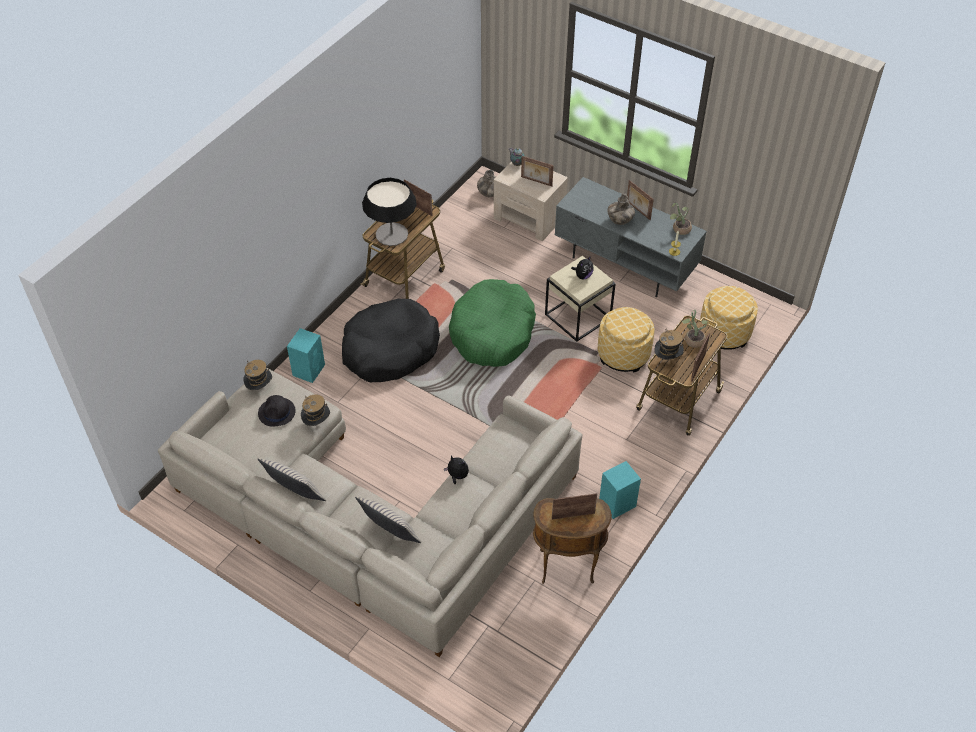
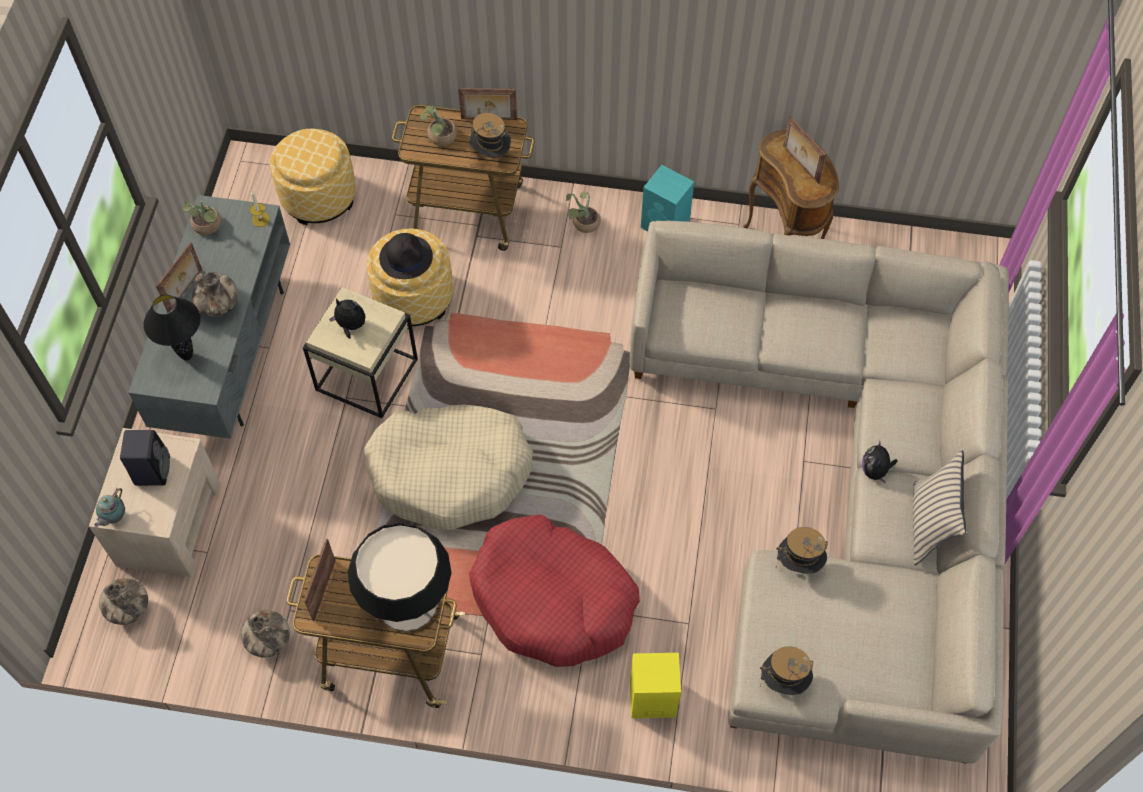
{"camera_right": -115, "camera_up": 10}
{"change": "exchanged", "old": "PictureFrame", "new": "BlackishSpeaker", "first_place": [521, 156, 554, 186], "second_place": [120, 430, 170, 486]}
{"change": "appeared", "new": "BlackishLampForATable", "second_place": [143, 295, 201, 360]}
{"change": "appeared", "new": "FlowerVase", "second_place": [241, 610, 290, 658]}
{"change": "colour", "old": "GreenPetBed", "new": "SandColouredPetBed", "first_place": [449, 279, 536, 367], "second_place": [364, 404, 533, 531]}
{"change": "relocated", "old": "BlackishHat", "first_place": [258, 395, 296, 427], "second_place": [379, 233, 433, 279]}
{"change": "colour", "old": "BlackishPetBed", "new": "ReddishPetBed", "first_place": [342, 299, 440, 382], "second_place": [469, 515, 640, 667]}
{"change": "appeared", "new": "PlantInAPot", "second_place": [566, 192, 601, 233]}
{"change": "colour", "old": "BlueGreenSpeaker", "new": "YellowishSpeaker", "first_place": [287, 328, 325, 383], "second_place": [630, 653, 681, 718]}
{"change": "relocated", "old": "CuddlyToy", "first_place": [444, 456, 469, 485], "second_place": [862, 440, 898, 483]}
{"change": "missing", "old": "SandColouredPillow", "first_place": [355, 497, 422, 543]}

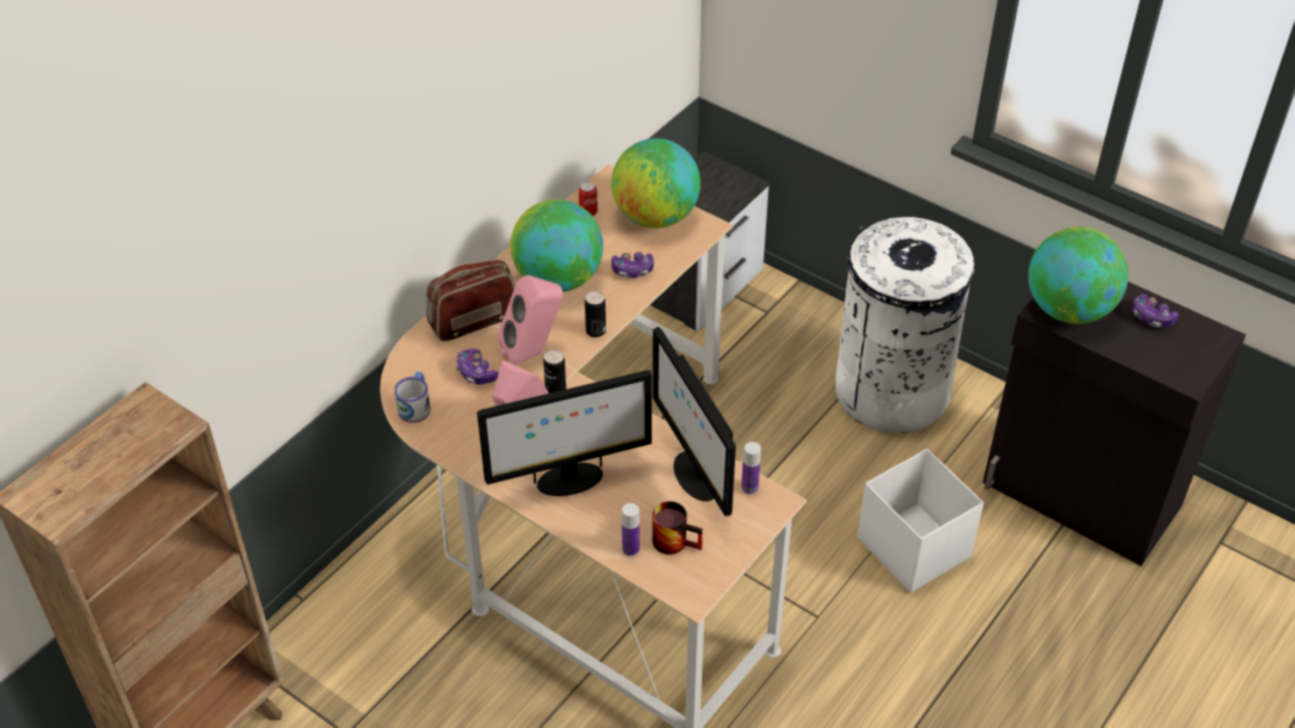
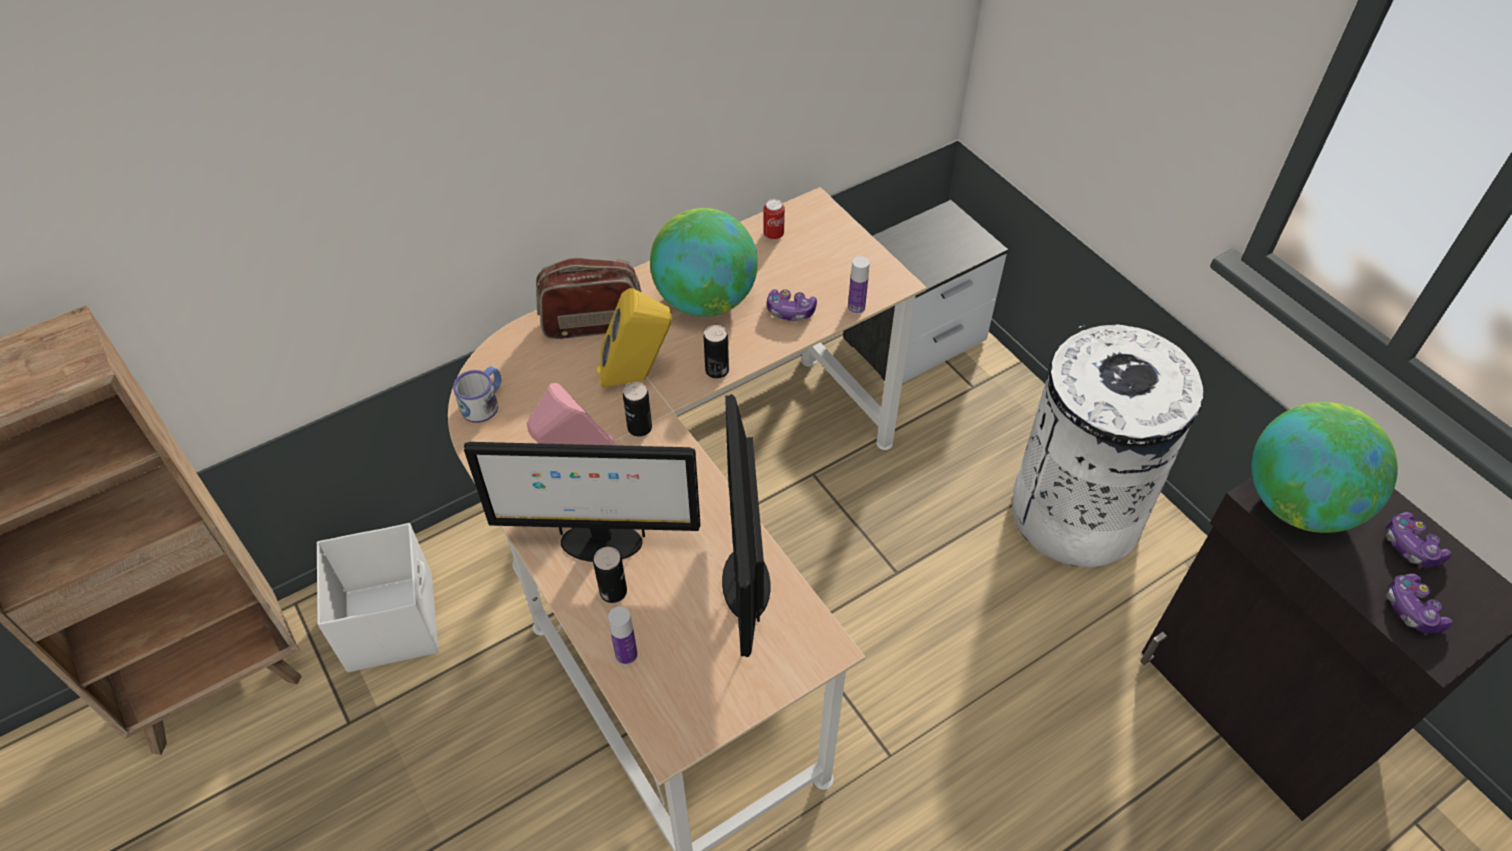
{"camera_right": 20, "camera_up": 5}
{"change": "relocated", "old": "WhitishStorageBin", "first_place": [857, 449, 984, 593], "second_place": [317, 523, 438, 672]}
{"change": "appeared", "new": "MetalCan", "second_place": [593, 547, 627, 603]}
{"change": "colour", "old": "PinkColouredSpeaker", "new": "YellowishSpeaker", "first_place": [497, 275, 563, 365], "second_place": [597, 288, 672, 388]}
{"change": "relocated", "old": "DrinkBottle", "first_place": [741, 442, 761, 495], "second_place": [848, 256, 870, 314]}
{"change": "relocated", "old": "GameController", "first_place": [456, 348, 499, 385], "second_place": [1387, 574, 1452, 633]}
{"change": "missing", "old": "DeskGlobe", "first_place": [611, 138, 701, 228]}
{"change": "missing", "old": "Mug", "first_place": [652, 501, 703, 555]}

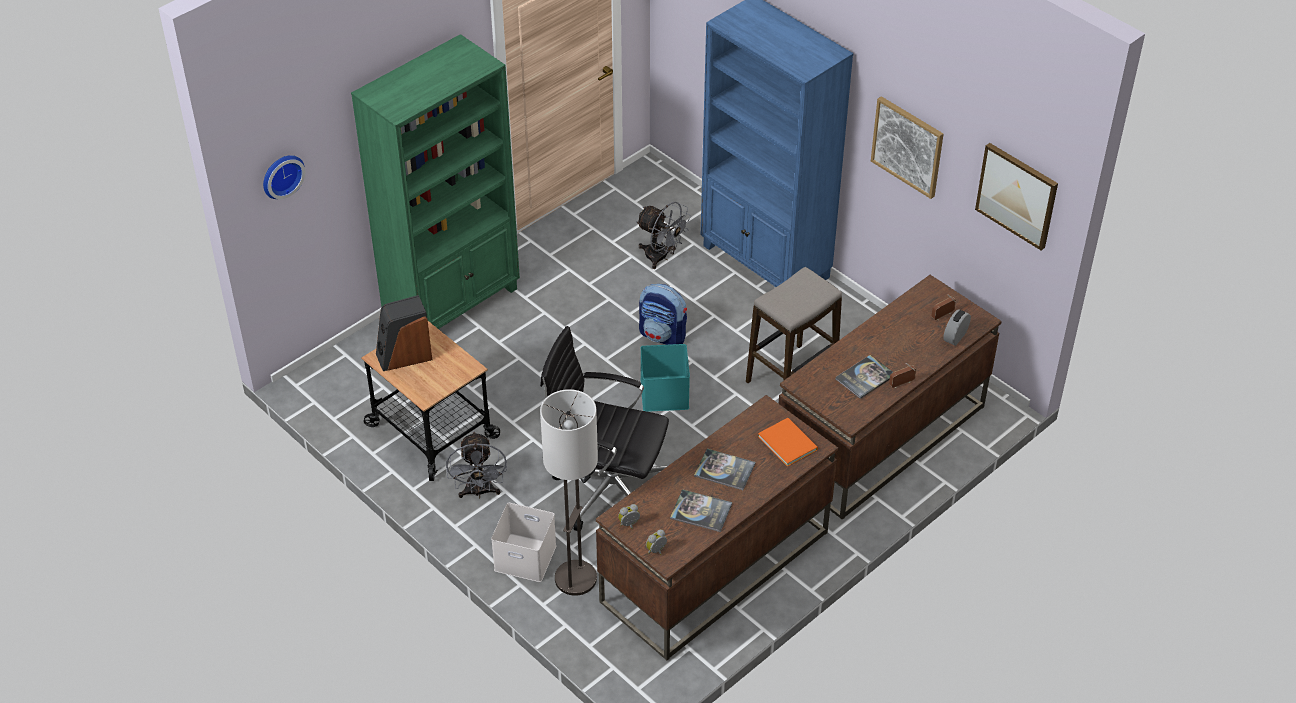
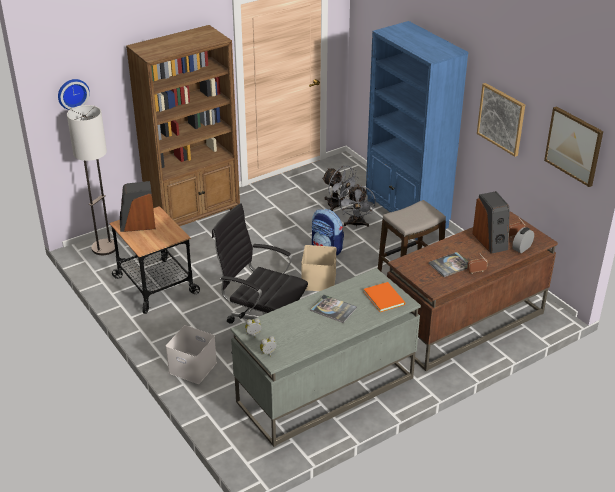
{"camera_right": 10, "camera_up": -10}
{"change": "relocated", "old": "StandingLamp", "first_place": [540, 389, 598, 596], "second_place": [67, 105, 115, 255]}
{"change": "colour", "old": "GreenBookcase", "new": "BrownBookcase", "first_place": [351, 34, 520, 329], "second_place": [126, 25, 240, 226]}
{"change": "colour", "old": "BrownDesk", "new": "GreyDesk", "first_place": [596, 395, 838, 660], "second_place": [231, 268, 421, 447]}
{"change": "colour", "old": "BlueGreenStorageBin", "new": "SandColouredStorageBin", "first_place": [641, 344, 690, 412], "second_place": [301, 245, 337, 291]}
{"change": "relocated", "old": "GreyFan", "first_place": [446, 431, 507, 498], "second_place": [339, 184, 376, 227]}
{"change": "appeared", "new": "Speaker", "second_place": [472, 191, 510, 254]}
{"change": "missing", "old": "BoundBook", "first_place": [670, 489, 732, 532]}

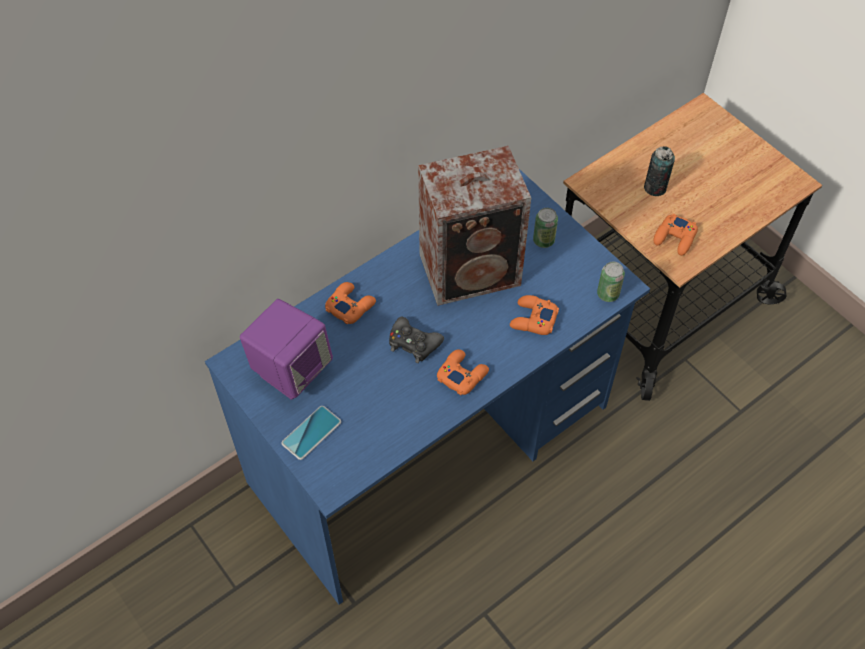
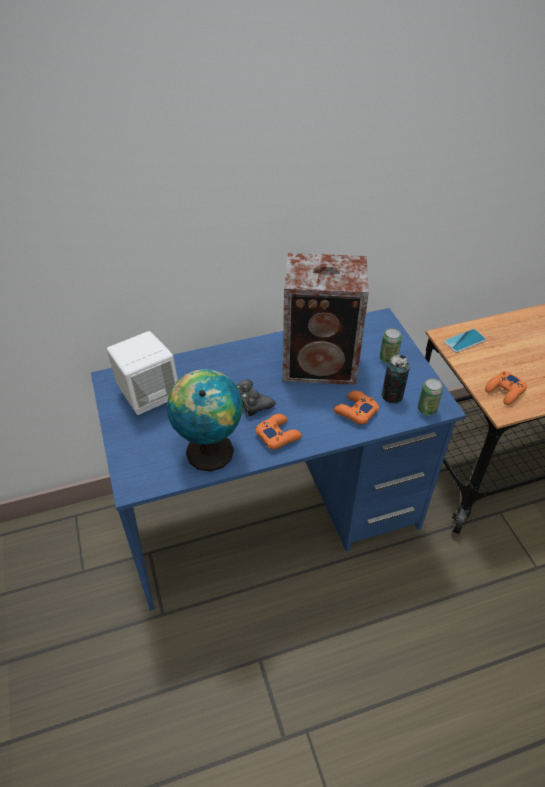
{"camera_right": 20, "camera_up": -10}
{"change": "colour", "old": "PurplishSpeaker", "new": "WhitishSpeaker", "first_place": [240, 299, 333, 400], "second_place": [107, 331, 178, 415]}
{"change": "appeared", "new": "DeskGlobe", "second_place": [167, 369, 243, 472]}
{"change": "relocated", "old": "MetalCan", "first_place": [644, 146, 675, 196], "second_place": [382, 355, 410, 403]}
{"change": "relocated", "old": "Phone", "first_place": [282, 406, 341, 460], "second_place": [444, 329, 486, 353]}
{"change": "missing", "old": "OrangeGameController", "first_place": [325, 282, 376, 324]}

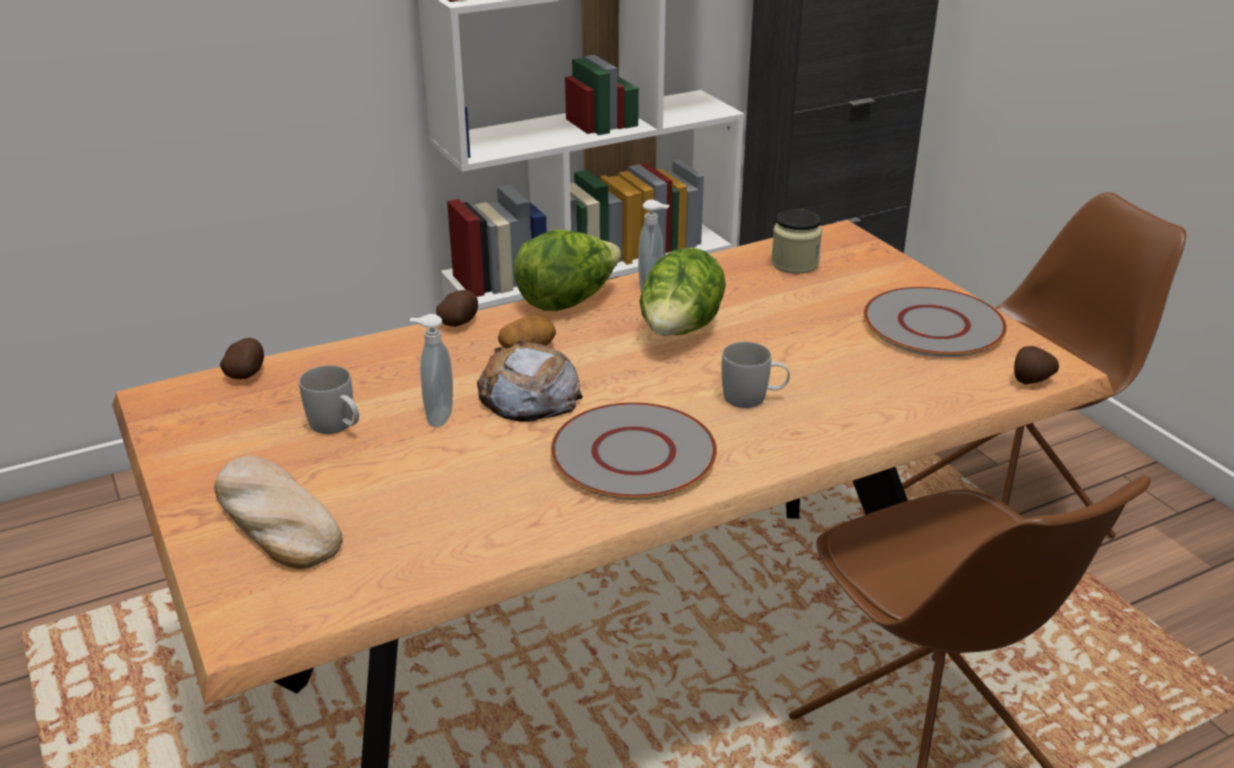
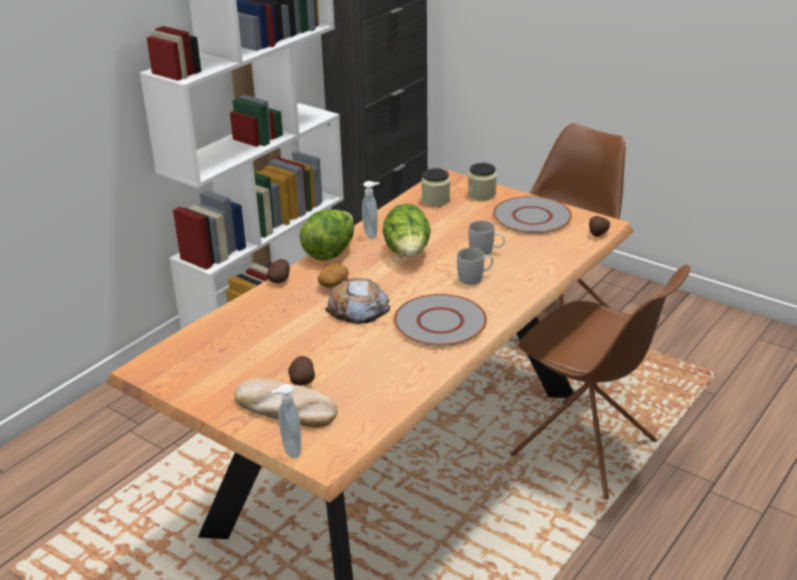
{"camera_right": -25, "camera_up": 0}
{"change": "relocated", "old": "SoapBottle", "first_place": [410, 314, 453, 427], "second_place": [272, 384, 301, 459]}
{"change": "relocated", "old": "WholePotato", "first_place": [220, 338, 264, 379], "second_place": [288, 356, 315, 386]}
{"change": "appeared", "new": "PreserveJar", "second_place": [468, 163, 497, 201]}
{"change": "relocated", "old": "WhitishMug", "first_place": [299, 365, 359, 434], "second_place": [468, 221, 505, 255]}

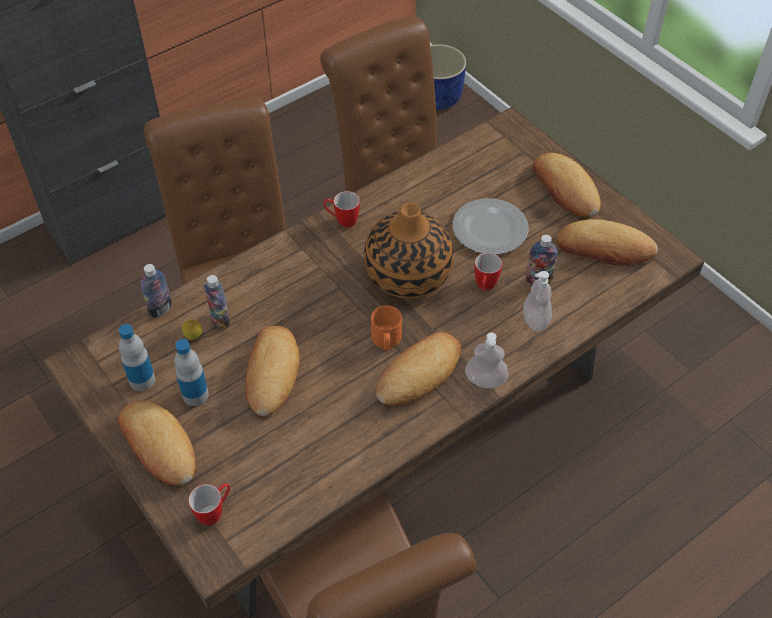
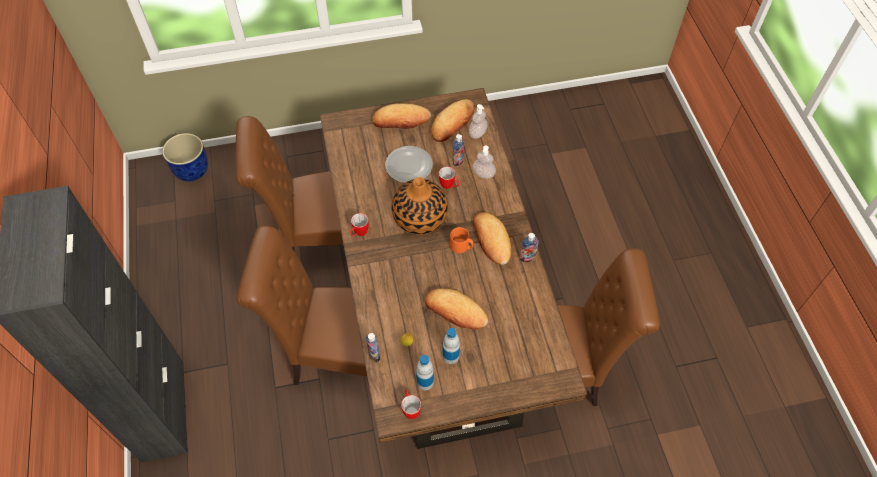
{"camera_right": -65, "camera_up": 5}
{"change": "relocated", "old": "Mug", "first_place": [188, 483, 230, 525], "second_place": [401, 390, 421, 419]}
{"change": "relocated", "old": "SoapBottle", "first_place": [465, 332, 508, 388], "second_place": [469, 104, 488, 139]}
{"change": "relocated", "old": "DrinkBottle", "first_place": [204, 275, 230, 329], "second_place": [520, 233, 539, 262]}
{"change": "missing", "old": "BakeryBread", "first_place": [118, 400, 196, 486]}

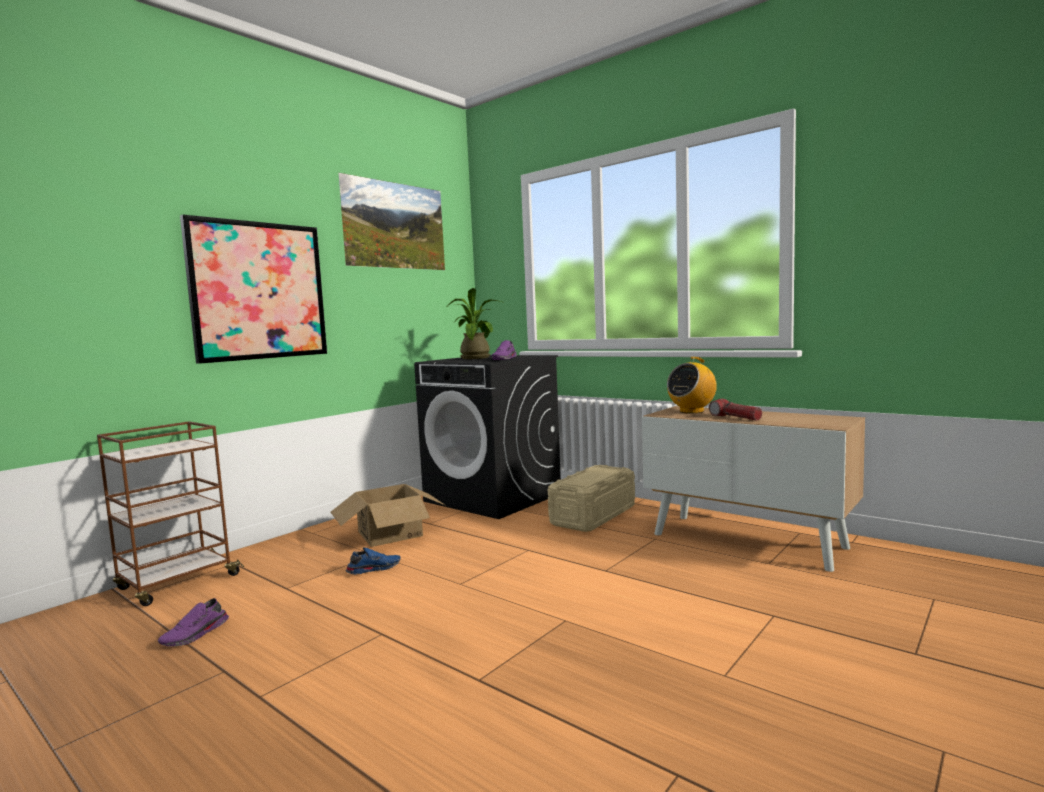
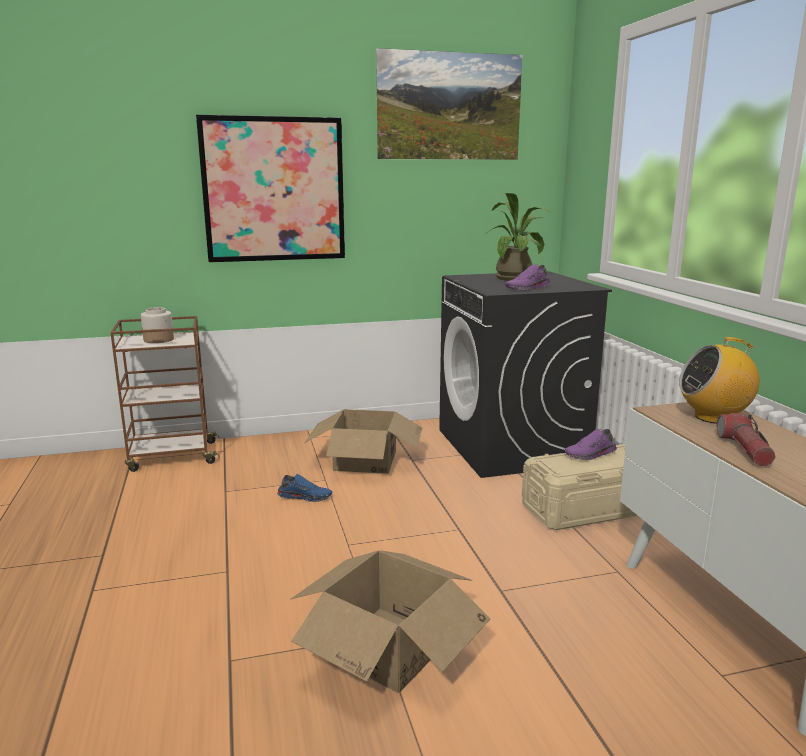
{"camera_right": 35, "camera_up": 10}
{"change": "appeared", "new": "PreserveJar", "second_place": [141, 307, 174, 343]}
{"change": "appeared", "new": "PackingBox", "second_place": [291, 550, 490, 693]}
{"change": "relocated", "old": "PurplishItemOfFootwear", "first_place": [158, 598, 229, 646], "second_place": [565, 429, 617, 460]}

